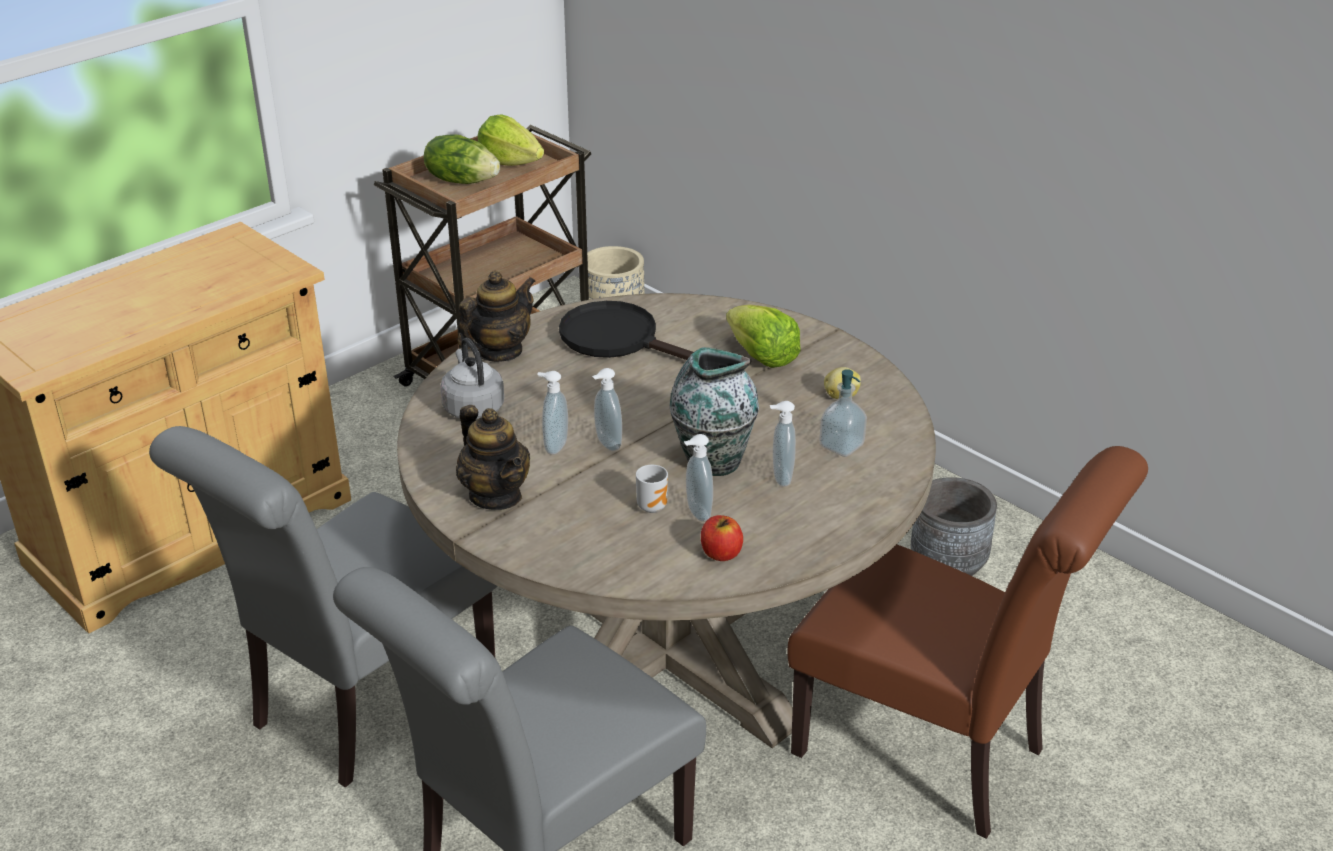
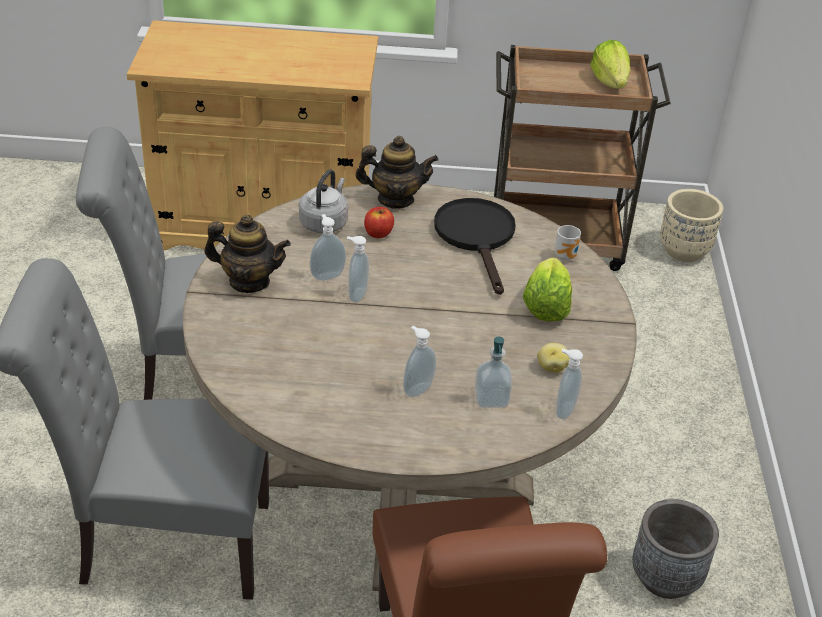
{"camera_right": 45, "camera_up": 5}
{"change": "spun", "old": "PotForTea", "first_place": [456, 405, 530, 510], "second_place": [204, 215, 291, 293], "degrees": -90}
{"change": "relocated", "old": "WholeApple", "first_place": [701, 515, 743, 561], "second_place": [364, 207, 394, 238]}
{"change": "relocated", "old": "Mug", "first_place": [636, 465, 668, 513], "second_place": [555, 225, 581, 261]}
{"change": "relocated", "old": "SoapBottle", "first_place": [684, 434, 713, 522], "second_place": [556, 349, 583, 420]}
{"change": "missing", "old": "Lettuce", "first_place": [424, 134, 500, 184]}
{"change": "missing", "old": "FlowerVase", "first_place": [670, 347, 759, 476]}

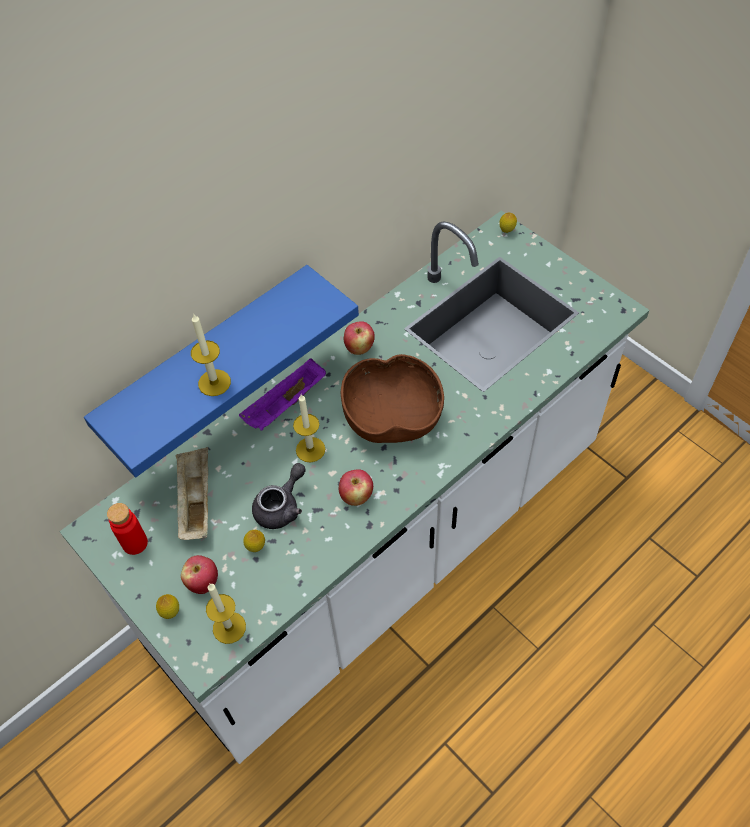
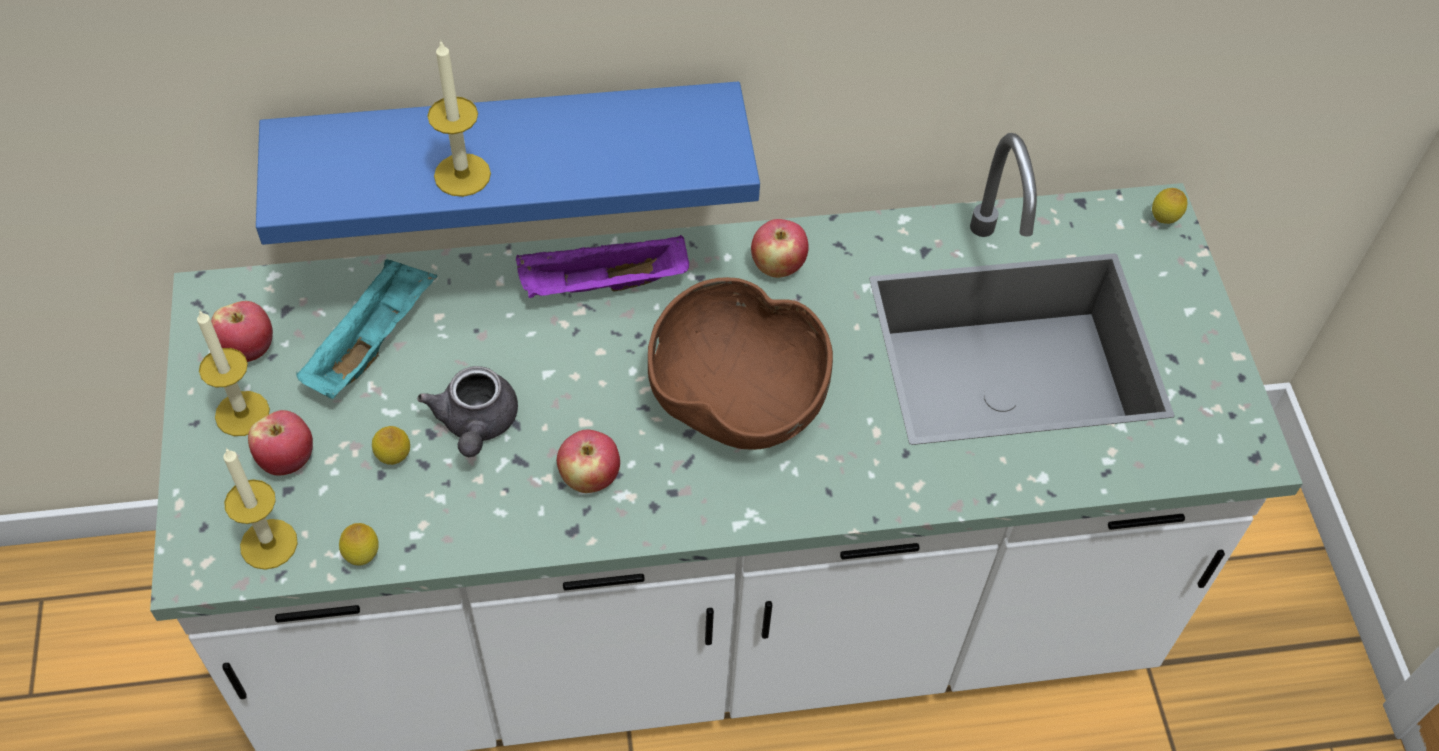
{"camera_right": 30, "camera_up": 0}
{"change": "relocated", "old": "WaxCandle", "first_place": [293, 394, 325, 462], "second_place": [197, 309, 270, 436]}
{"change": "exchanged", "old": "ReddishDrinkBottle", "new": "WholeApple", "first_place": [107, 503, 148, 555], "second_place": [211, 301, 273, 362]}
{"change": "colour", "old": "SandColouredCarryingTray", "new": "BlueGreenCarryingTray", "first_place": [176, 447, 208, 540], "second_place": [296, 259, 437, 399]}
{"change": "relocated", "old": "CitrusFruit", "first_place": [156, 594, 179, 619], "second_place": [339, 523, 379, 566]}
{"change": "spun", "old": "GreyPotForTea", "first_place": [252, 463, 306, 529], "second_place": [417, 366, 518, 457], "degrees": 105}

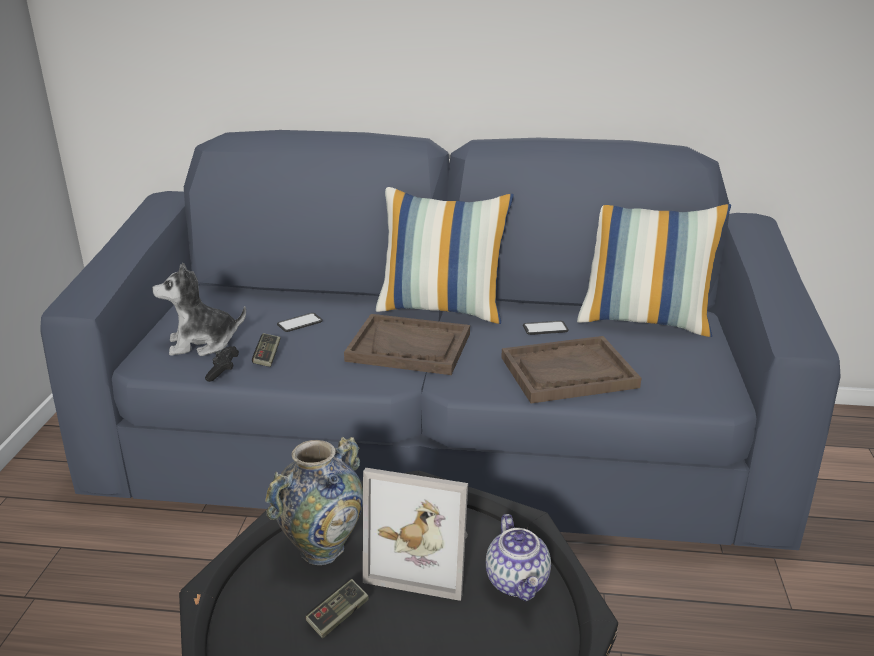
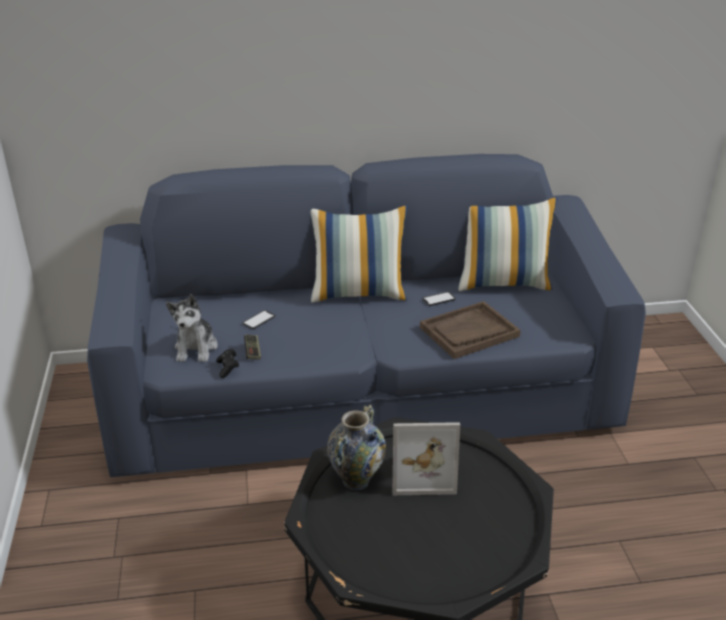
{"camera_right": -15, "camera_up": 5}
{"change": "spun", "old": "CuddlyToy", "first_place": [152, 263, 246, 356], "second_place": [166, 294, 218, 362], "degrees": -60}
{"change": "missing", "old": "GameController", "first_place": [305, 579, 369, 638]}
{"change": "missing", "old": "BrownCarryingTray", "first_place": [344, 314, 470, 375]}
{"change": "missing", "old": "PotForTea", "first_place": [486, 514, 551, 602]}

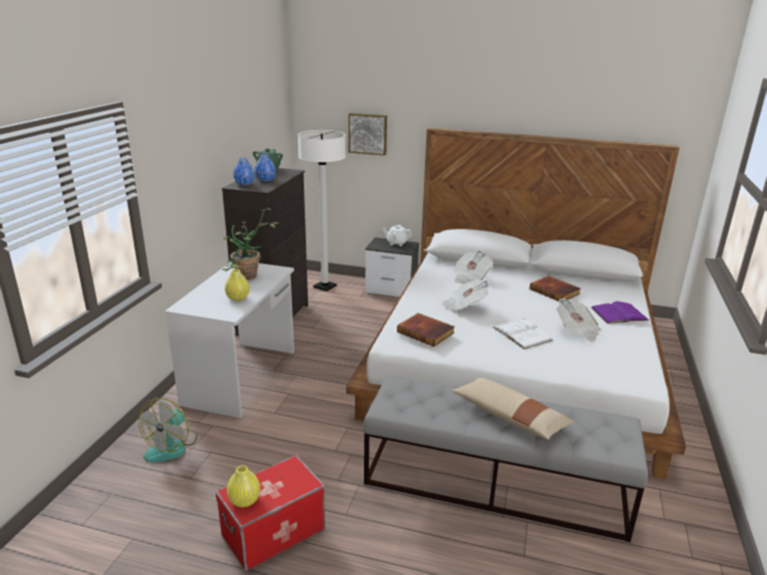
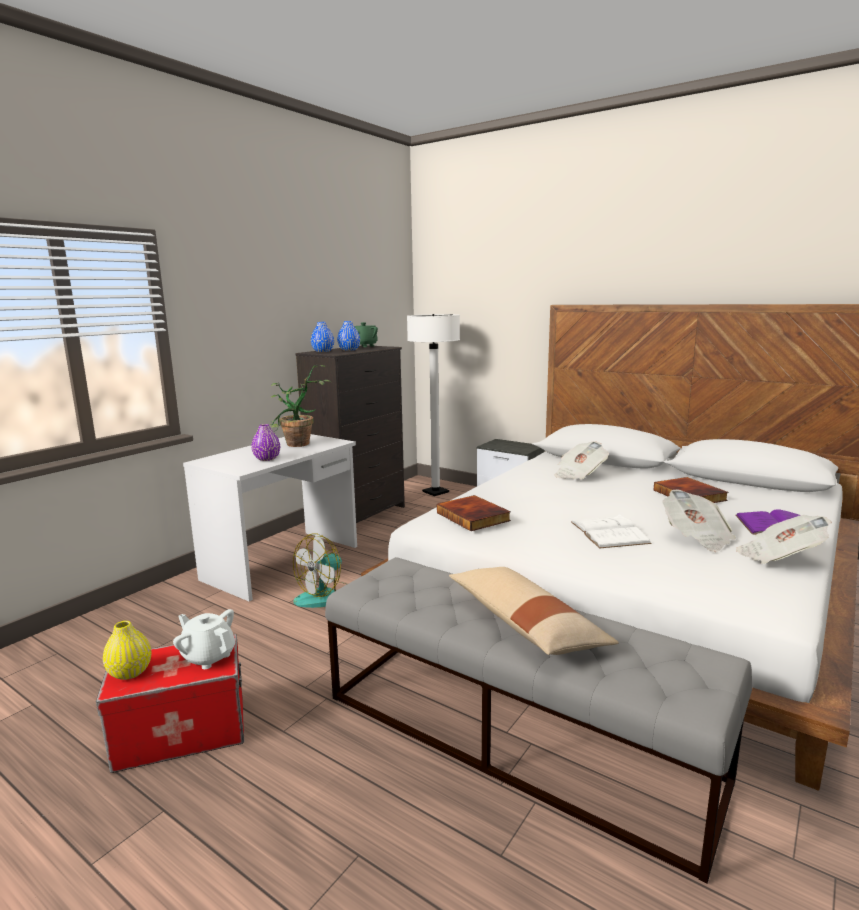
{"camera_right": 20, "camera_up": -10}
{"change": "relocated", "old": "WhitishPotForTea", "first_place": [383, 225, 412, 246], "second_place": [173, 609, 235, 669]}
{"change": "colour", "old": "YellowishFlowerVase", "new": "PurplishFlowerVase", "first_place": [225, 269, 250, 301], "second_place": [251, 424, 280, 461]}
{"change": "relocated", "old": "Fan", "first_place": [139, 398, 198, 462], "second_place": [293, 533, 346, 608]}
{"change": "relocated", "old": "PrintedPaper", "first_place": [442, 279, 490, 312], "second_place": [736, 515, 832, 564]}
{"change": "missing", "old": "WallPicture", "first_place": [348, 113, 387, 156]}

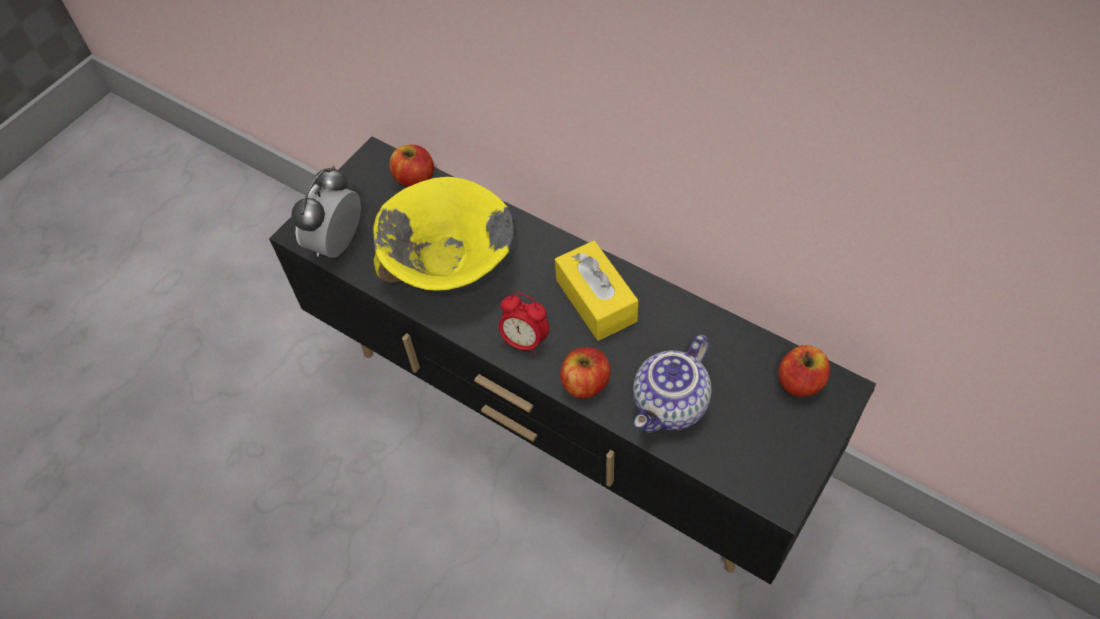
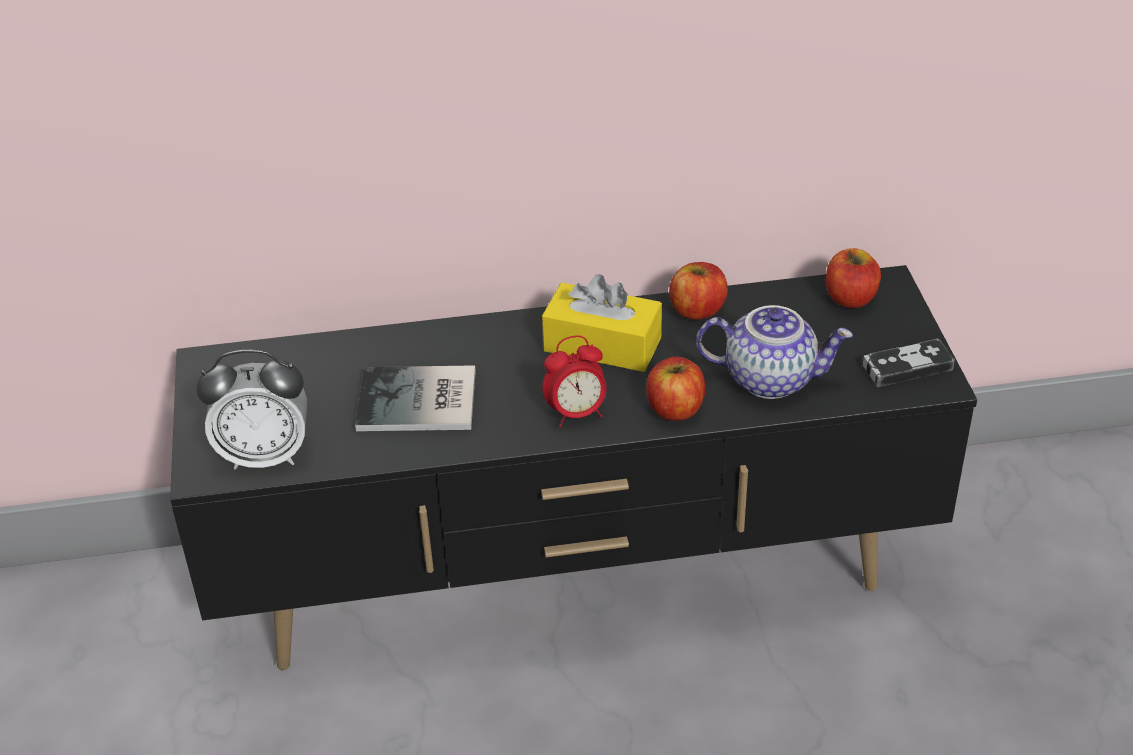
{"camera_right": -45, "camera_up": -15}
{"change": "spun", "old": "TableClock", "first_place": [291, 166, 361, 258], "second_place": [196, 350, 307, 470], "degrees": -75}
{"change": "exchanged", "old": "YellowishServingBowl", "new": "BoundBook", "first_place": [373, 177, 515, 291], "second_place": [355, 365, 476, 431]}
{"change": "relocated", "old": "WholeApple", "first_place": [389, 145, 434, 187], "second_place": [669, 262, 728, 320]}
{"change": "spun", "old": "PotForTea", "first_place": [633, 335, 712, 433], "second_place": [696, 305, 853, 399], "degrees": -75}
{"change": "appeared", "new": "GameController", "second_place": [863, 339, 955, 387]}

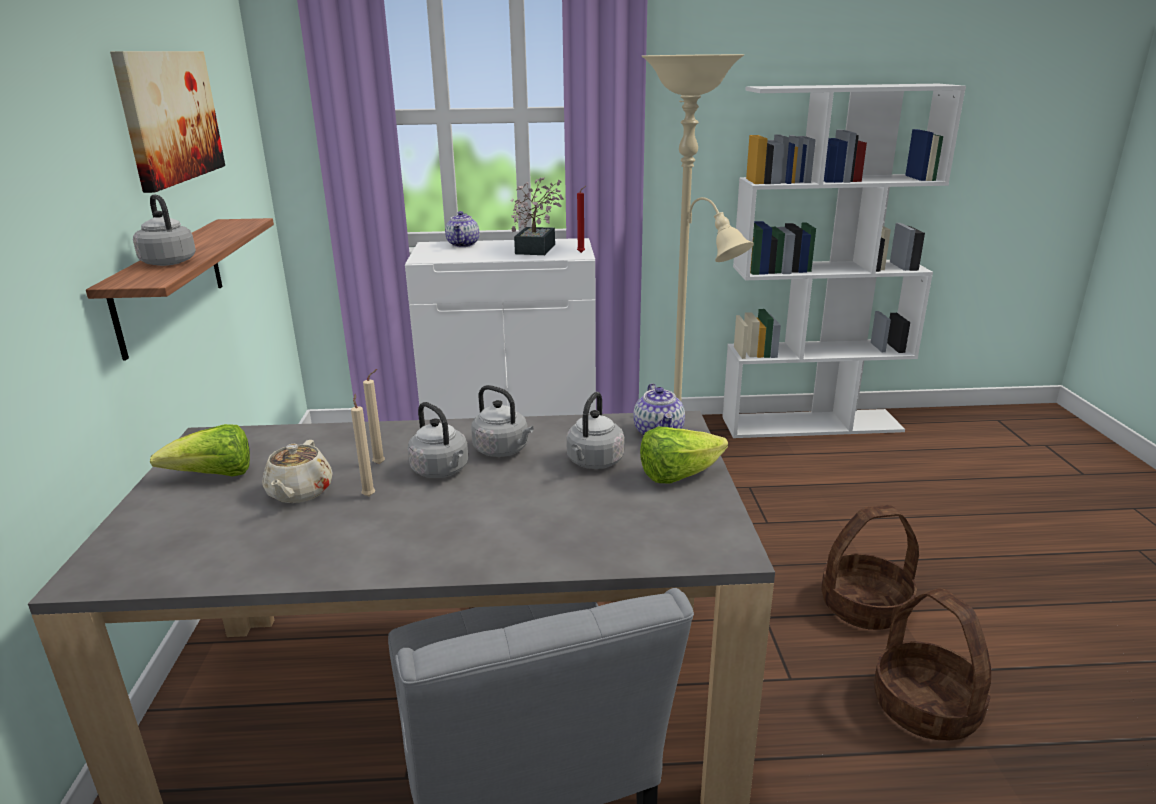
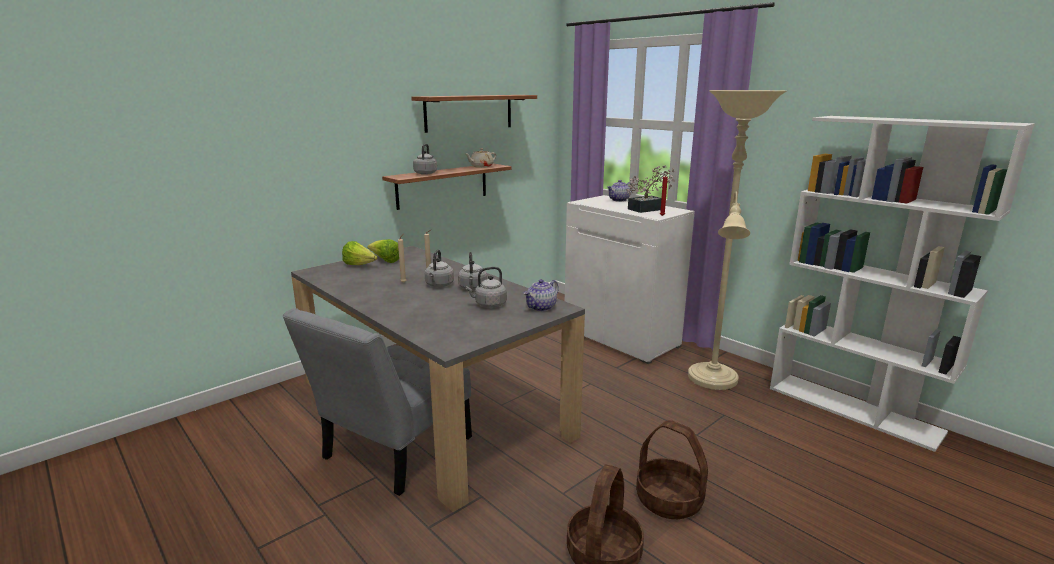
{"camera_right": 50, "camera_up": -5}
{"change": "relocated", "old": "Lettuce", "first_place": [640, 426, 728, 484], "second_place": [342, 241, 378, 265]}
{"change": "exchanged", "old": "WallPicture", "new": "WallShelf", "first_place": [110, 51, 225, 193], "second_place": [411, 95, 537, 133]}
{"change": "relocated", "old": "SandColouredPotForTea", "first_place": [262, 440, 333, 503], "second_place": [465, 148, 496, 168]}

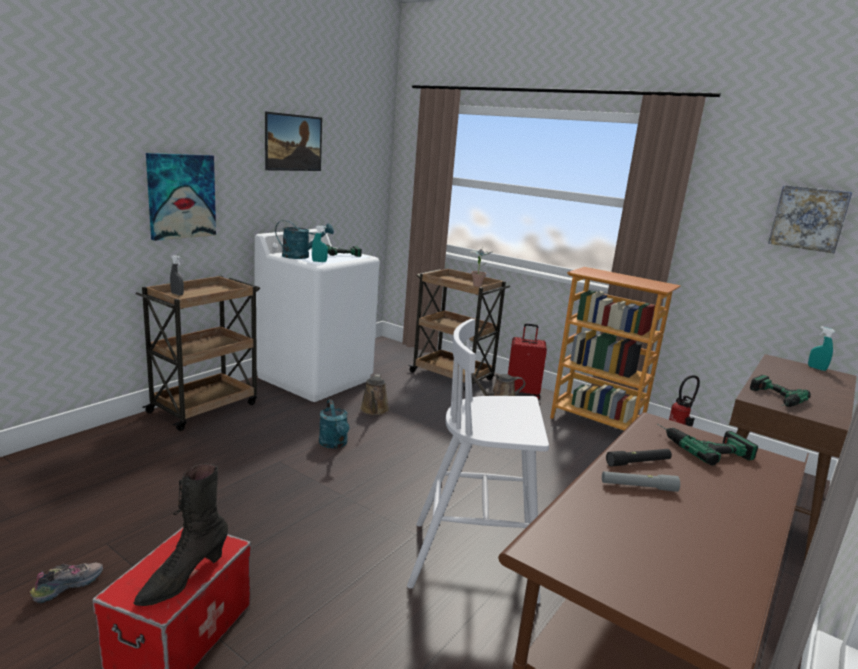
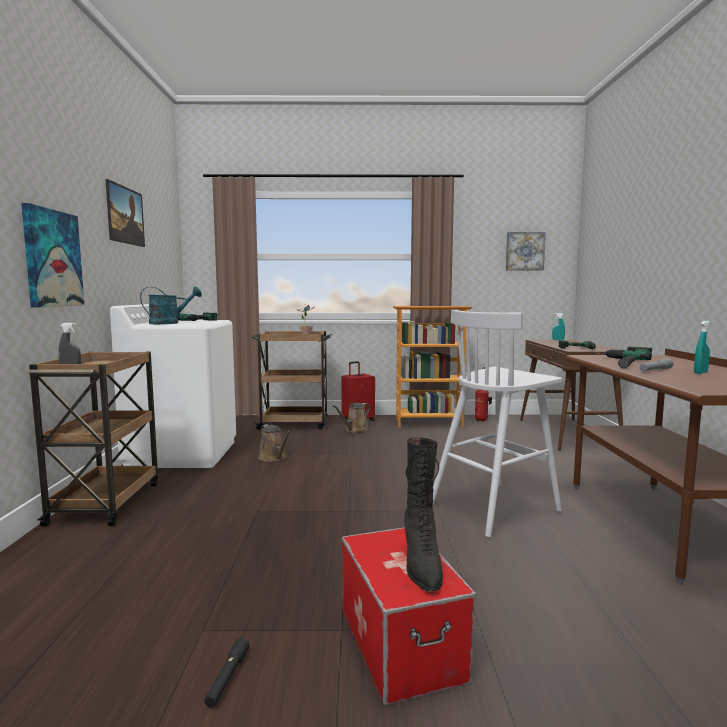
{"camera_right": -35, "camera_up": -10}
{"change": "exchanged", "old": "ItemOfFootwear", "new": "BlackishFlashlight", "first_place": [30, 563, 103, 603], "second_place": [204, 638, 249, 707]}
{"change": "relocated", "old": "BlueGreenSprayer", "first_place": [312, 226, 328, 262], "second_place": [694, 321, 710, 374]}
{"change": "missing", "old": "BlueGreenWateringCan", "first_place": [319, 399, 349, 449]}

